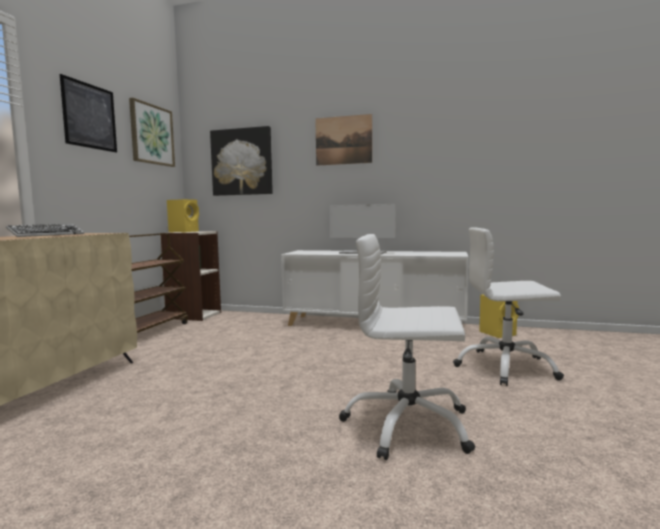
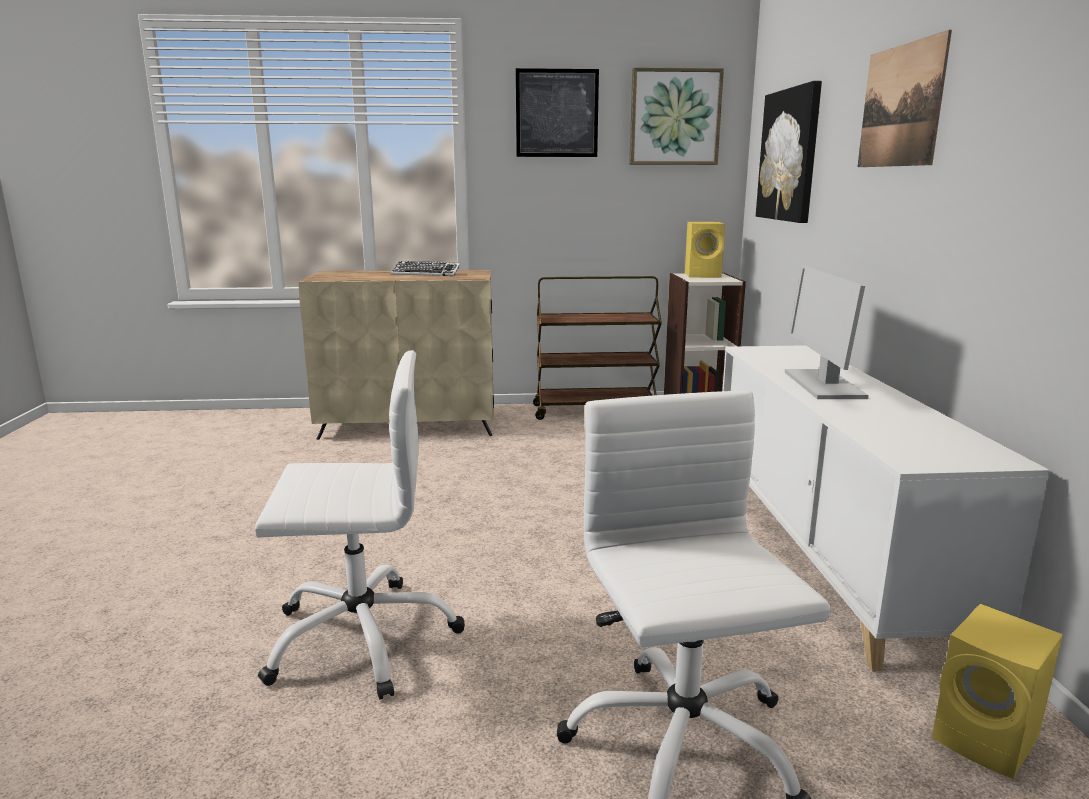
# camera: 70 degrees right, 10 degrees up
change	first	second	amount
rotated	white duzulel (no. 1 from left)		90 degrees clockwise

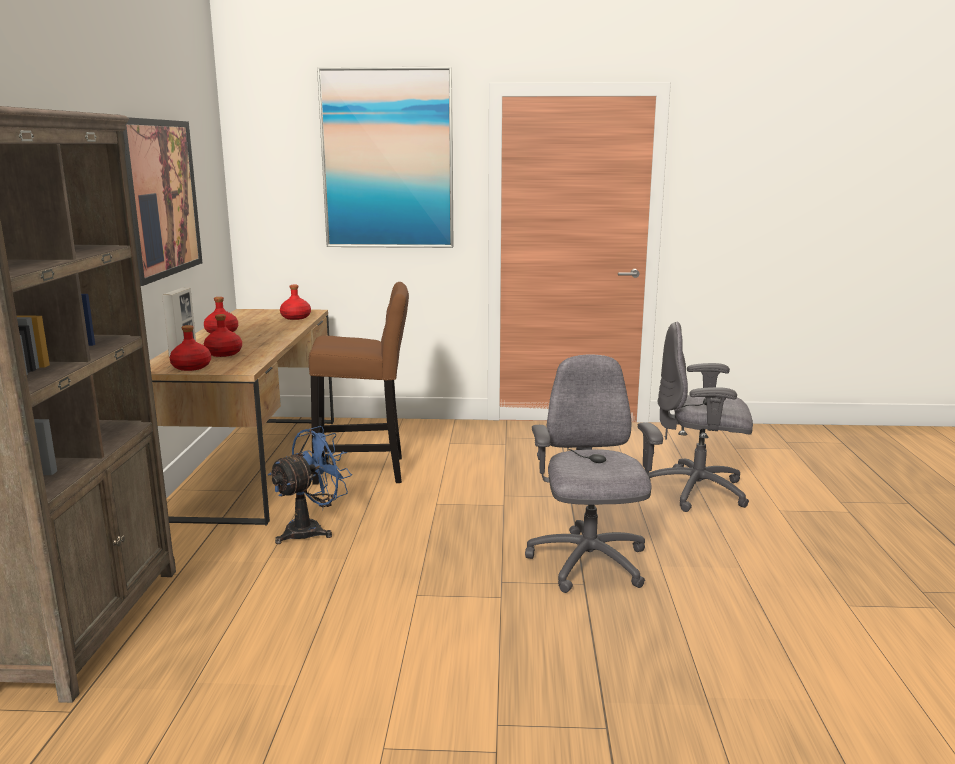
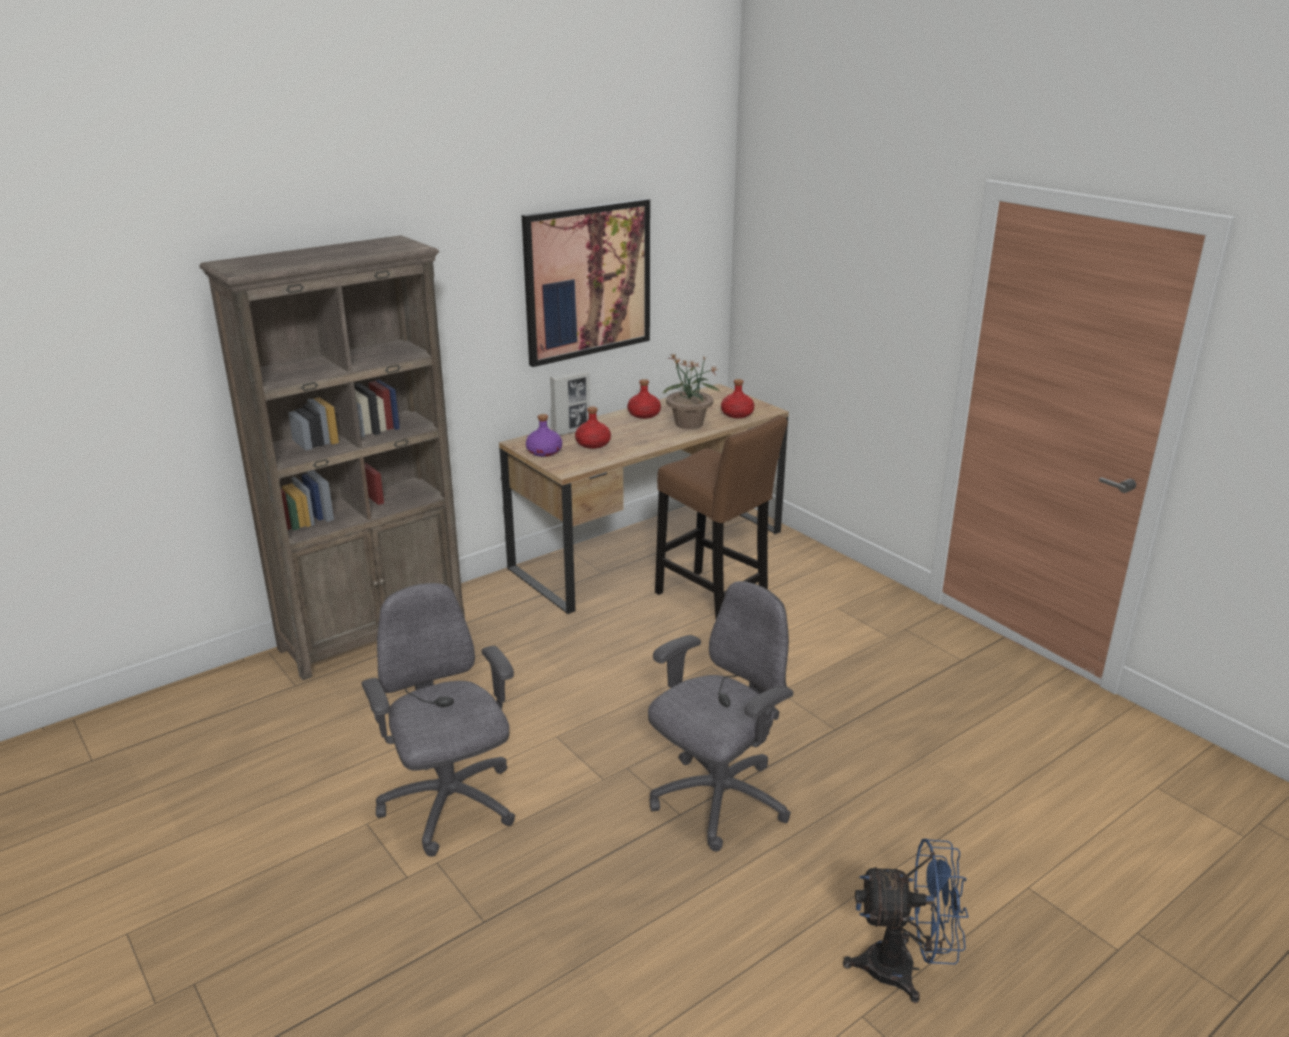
# camera: 50 degrees right, 10 degrees up
change	first	second	amount
gone	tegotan (no. 2 from left)		
new		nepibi	
shifted	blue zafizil		
shifted	grey duzulel (no. 2 from left in the first image)	grey duzulel (no. 1 from left)	
repainted	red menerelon (no. 1 from left)	purple menerelon	

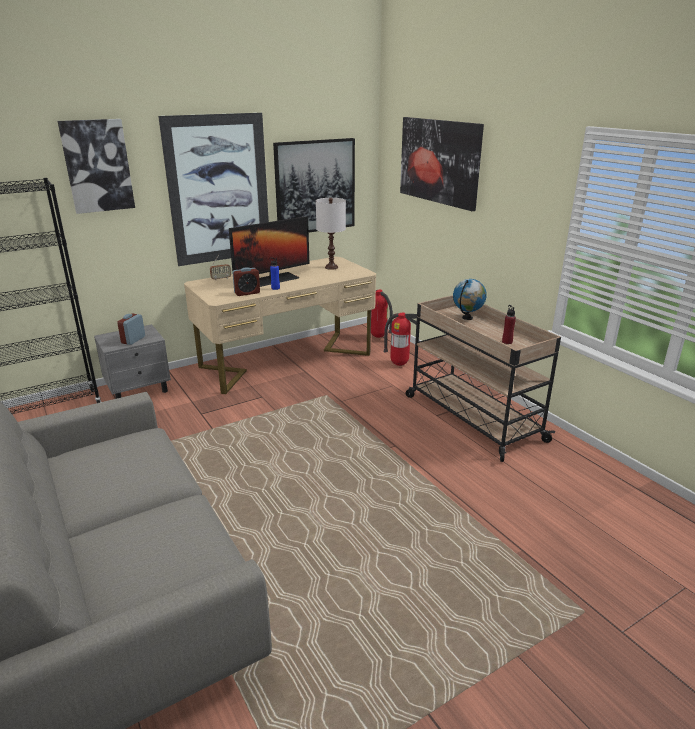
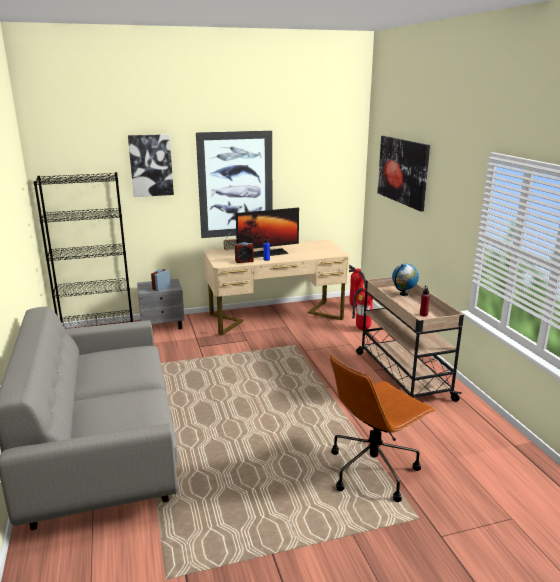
# camera: 15 degrees right, 5 degrees down
change	first	second	amount
gone	tegotan (no. 3 from left)		
gone	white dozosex		
new		brown duzulel	

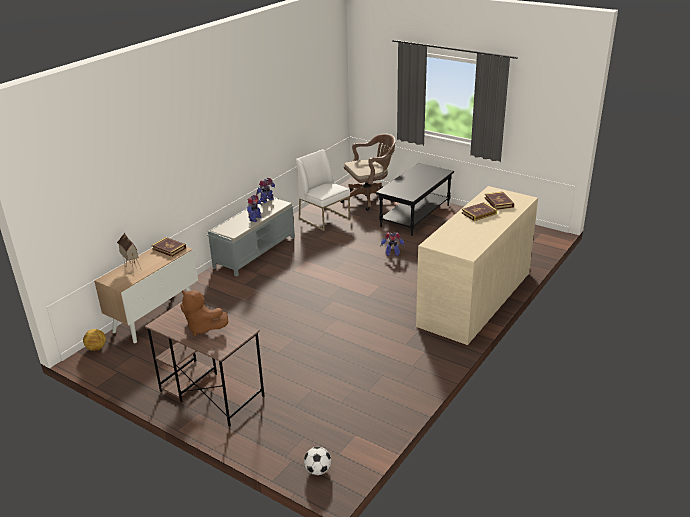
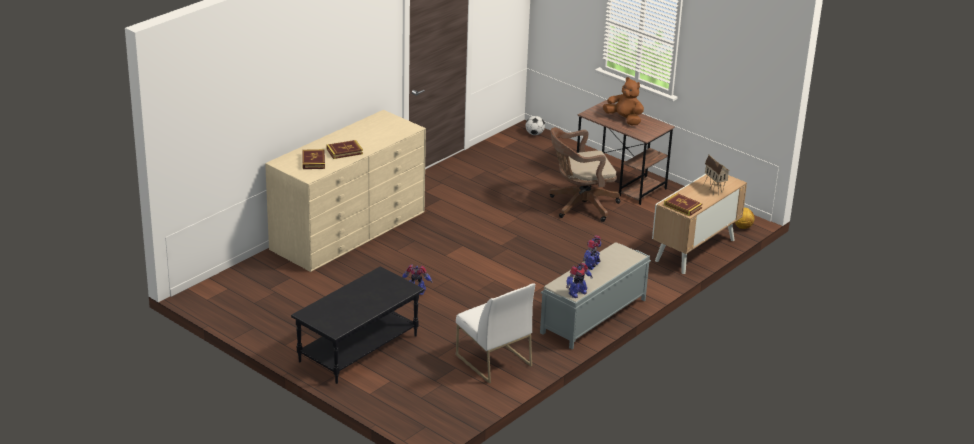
# camera: 175 degrees left, 0 degrees up
change	first	second	amount
shifted	brown duzulel		

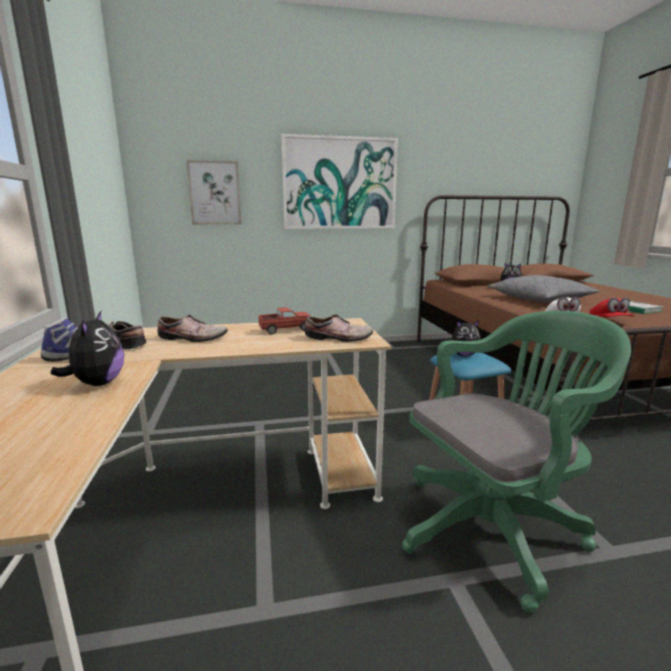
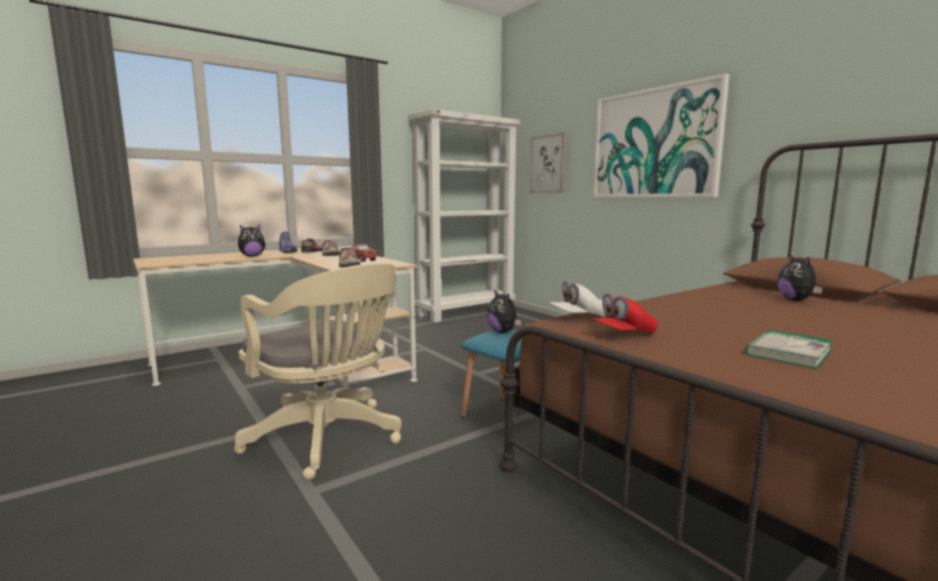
# camera: 65 degrees right, 5 degrees down
change	first	second	amount
gone	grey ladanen		
new		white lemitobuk	
repainted	green duzulel	beige duzulel	

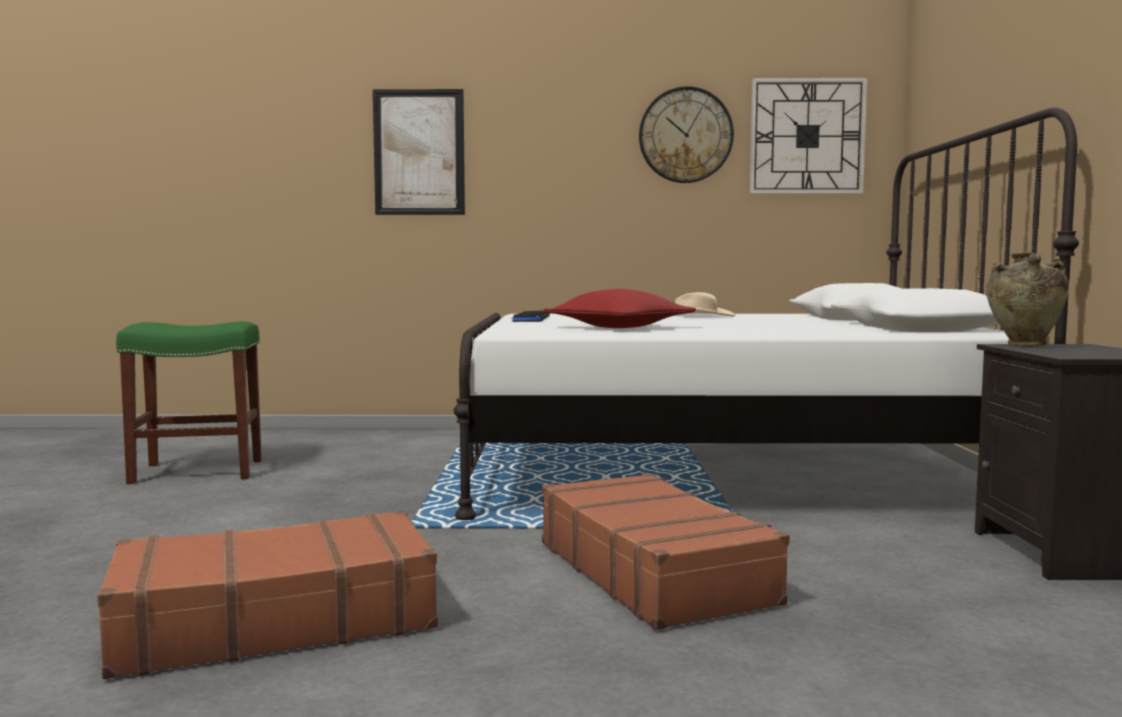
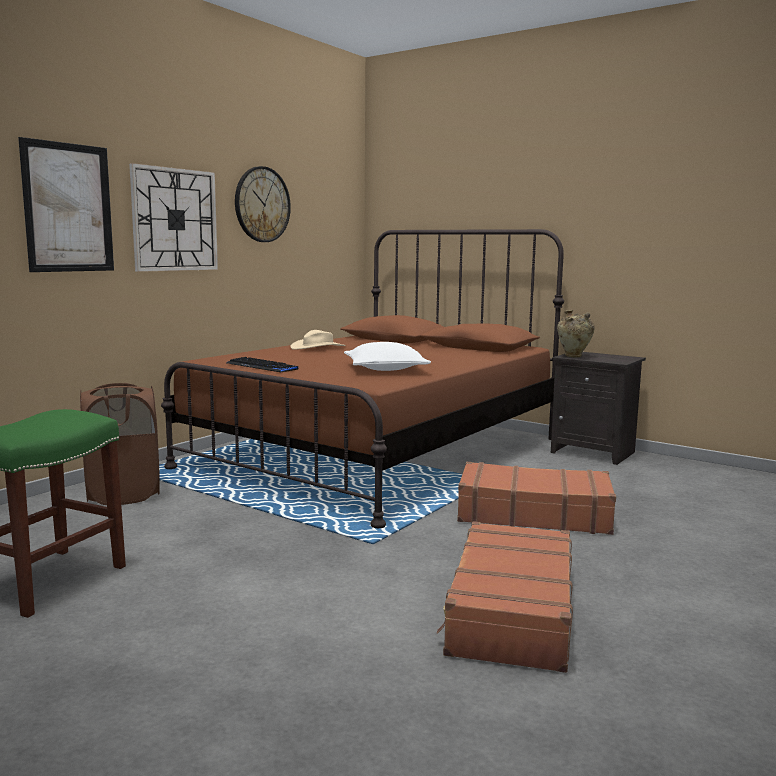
# camera: 55 degrees left, 5 degrees up
change	first	second	amount
new		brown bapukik	
shifted	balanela (no. 2 from left in the first image)	balanela (no. 1 from left)	
repainted	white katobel	brown katobel	
repainted	red ladanen	white ladanen	

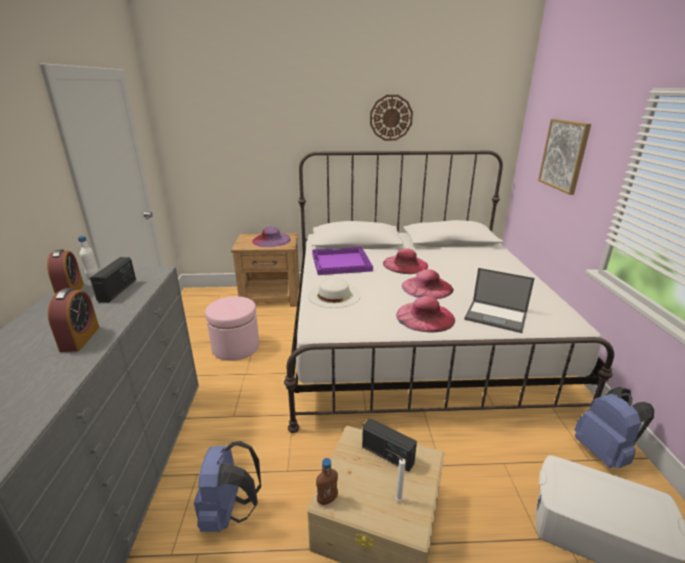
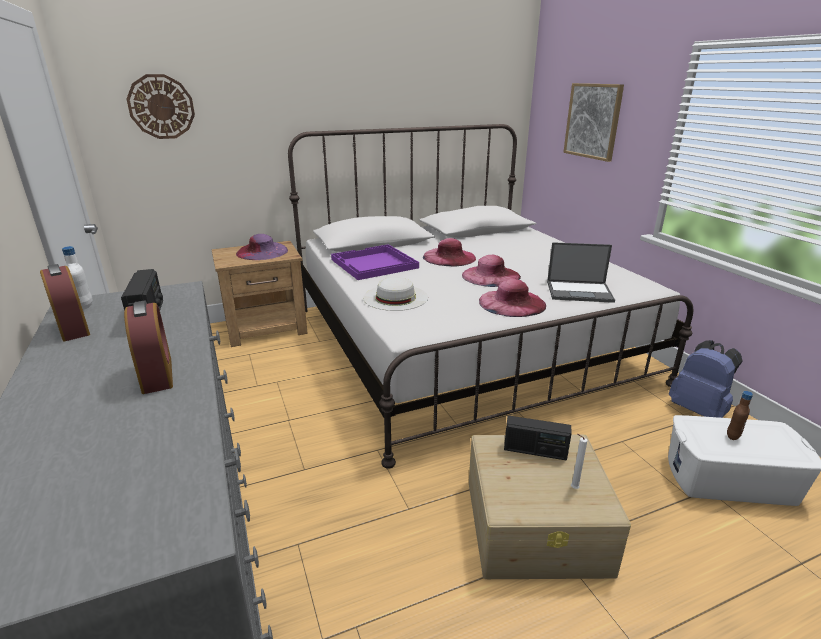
# camera: 20 degrees left, 0 degrees up
change	first	second	amount
gone	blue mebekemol (no. 1 from left)		
gone	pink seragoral		
shifted	brown menerelon		
shifted	balanela		

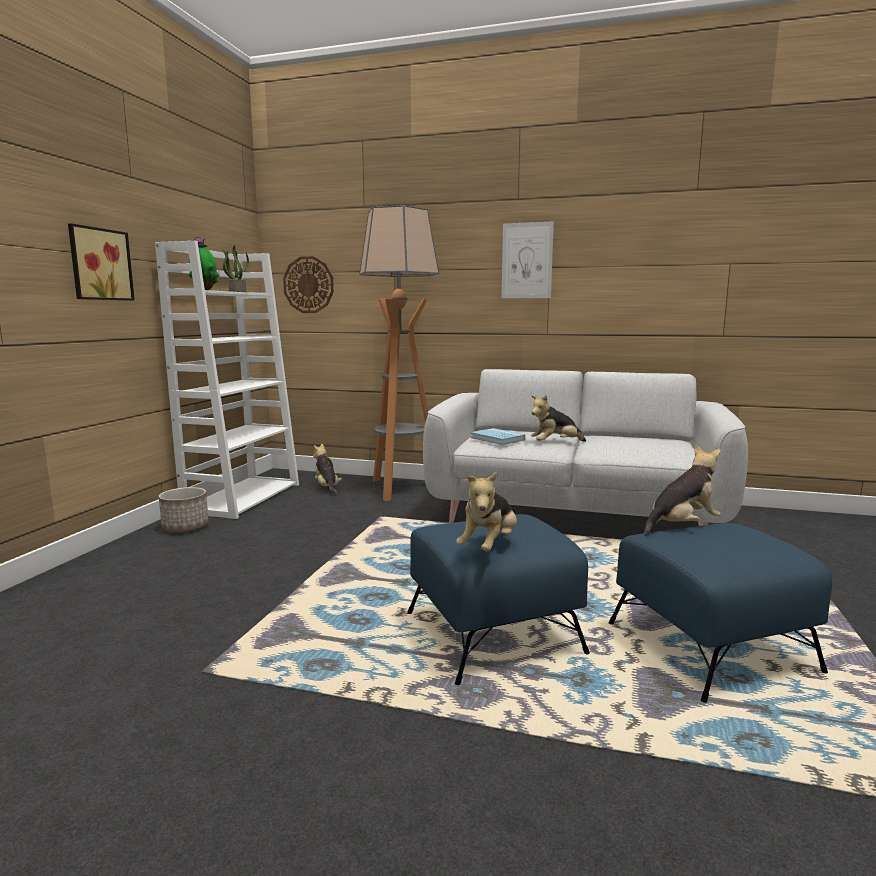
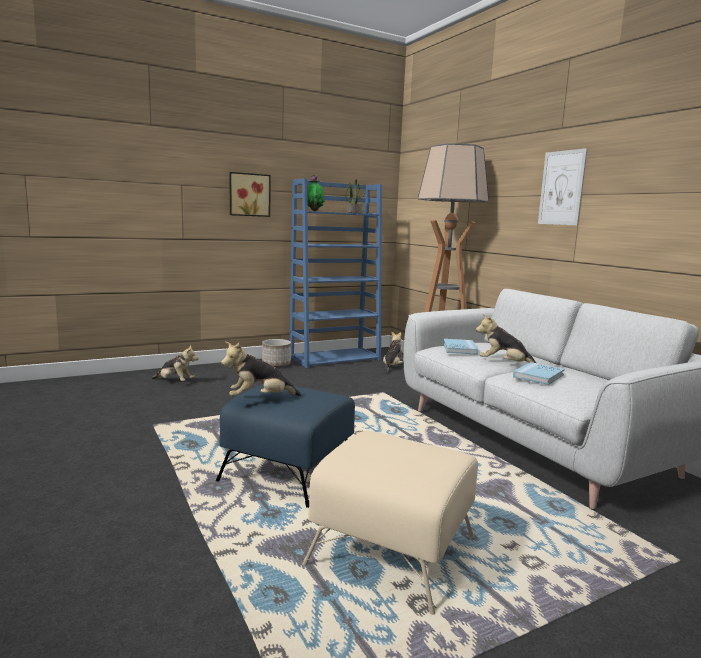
# camera: 45 degrees right, 0 degrees up
change	first	second	amount
gone	balanela		
new		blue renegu (no. 2 from left)	
shifted	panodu (no. 4 from left in the first image)	panodu (no. 1 from left)	
repainted	white lemitobuk	blue lemitobuk	
repainted	blue seragoral (no. 2 from left)	beige seragoral	

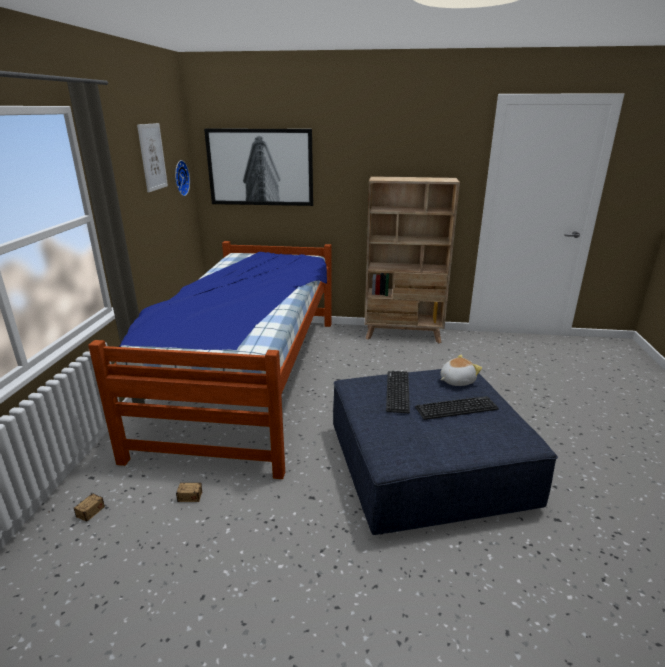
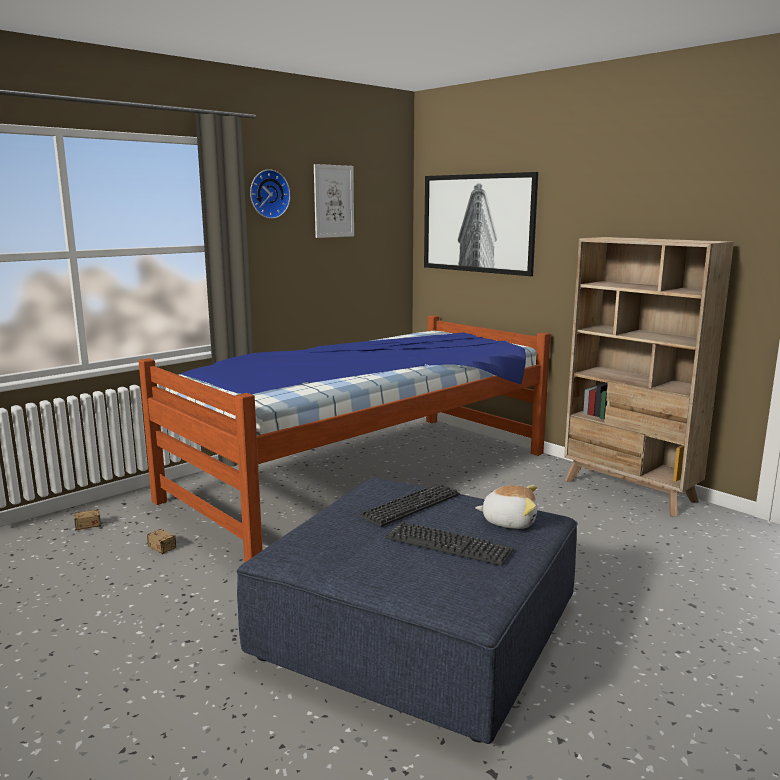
# camera: 40 degrees right, 10 degrees down
change	first	second	amount
shifted	balanela		

